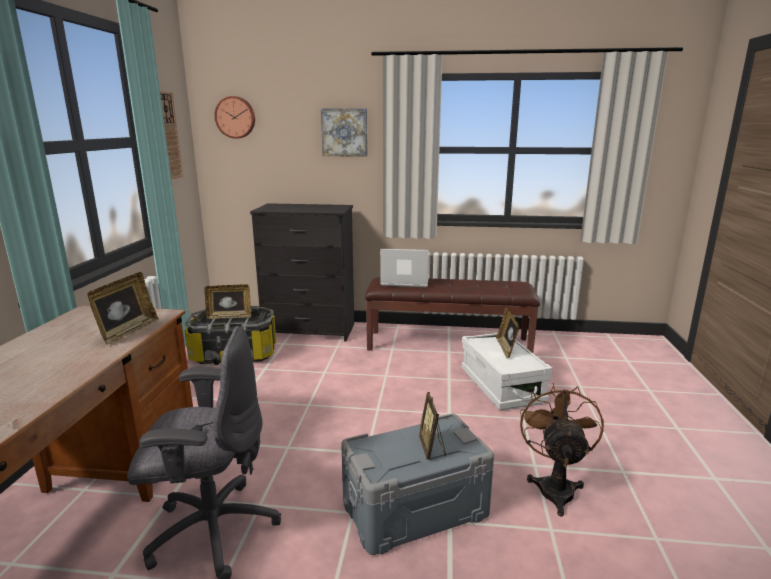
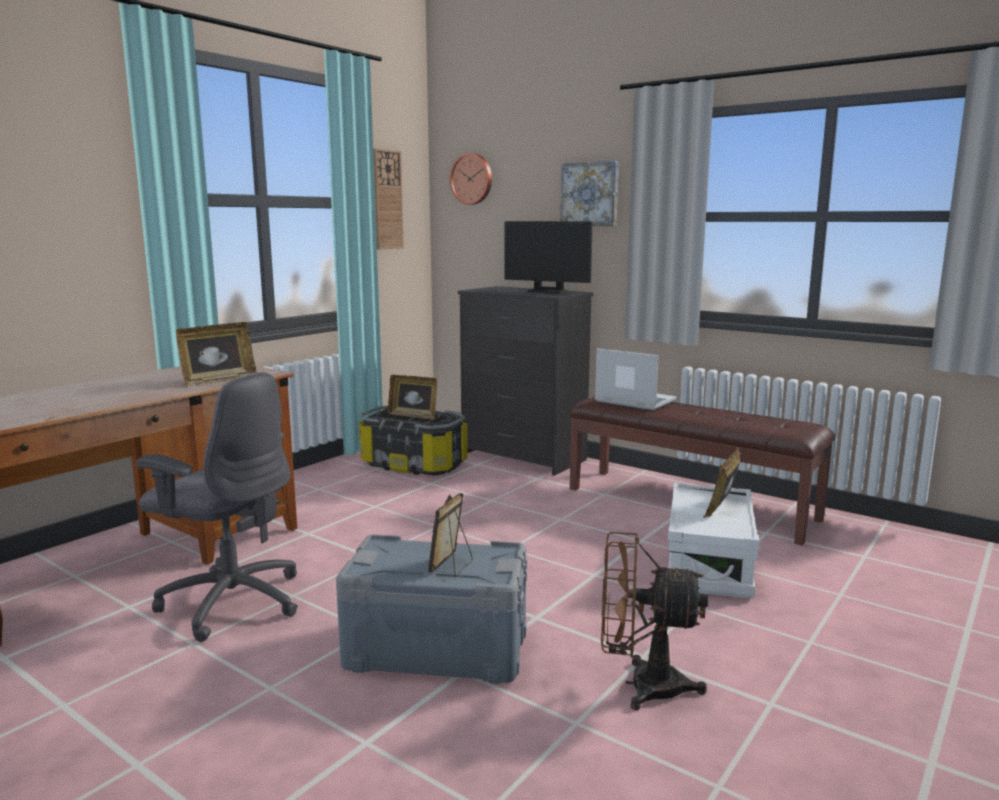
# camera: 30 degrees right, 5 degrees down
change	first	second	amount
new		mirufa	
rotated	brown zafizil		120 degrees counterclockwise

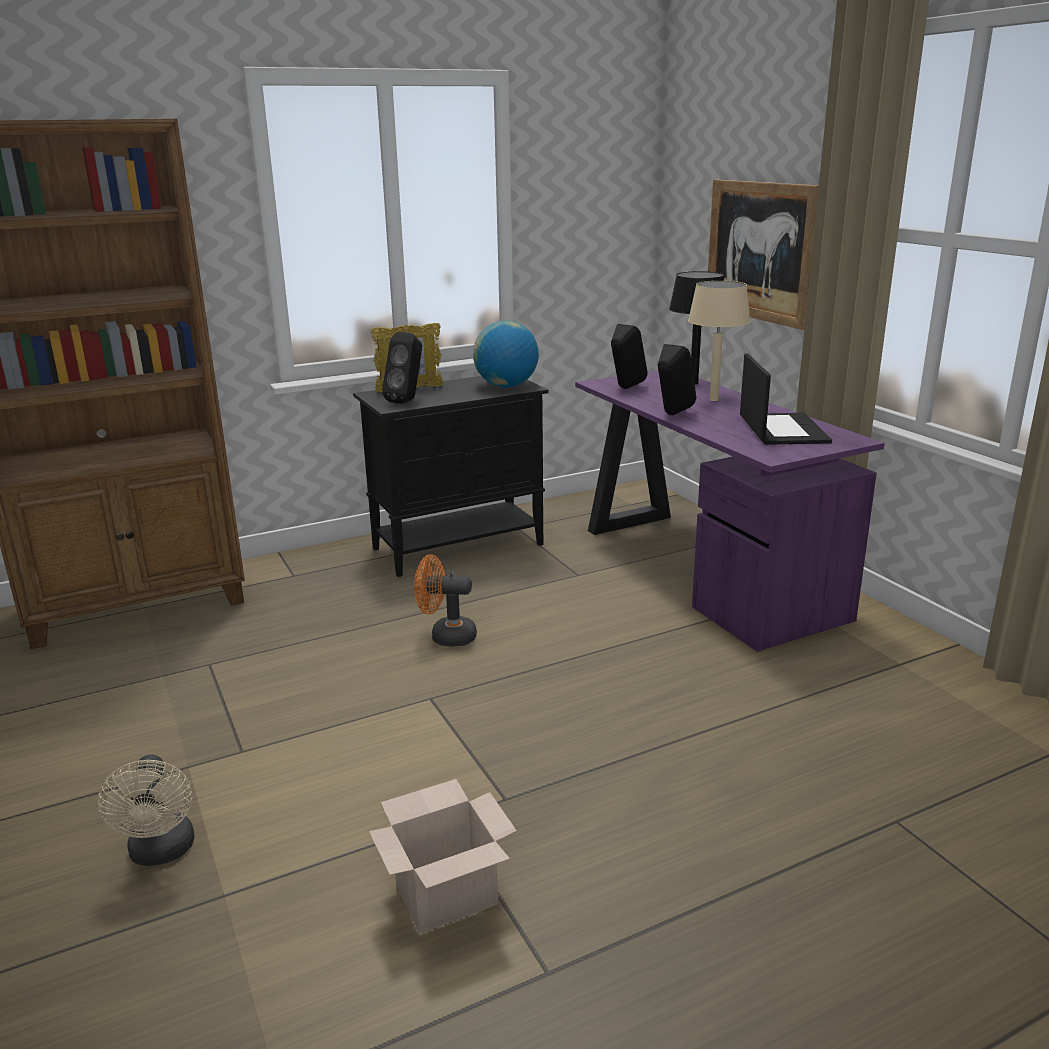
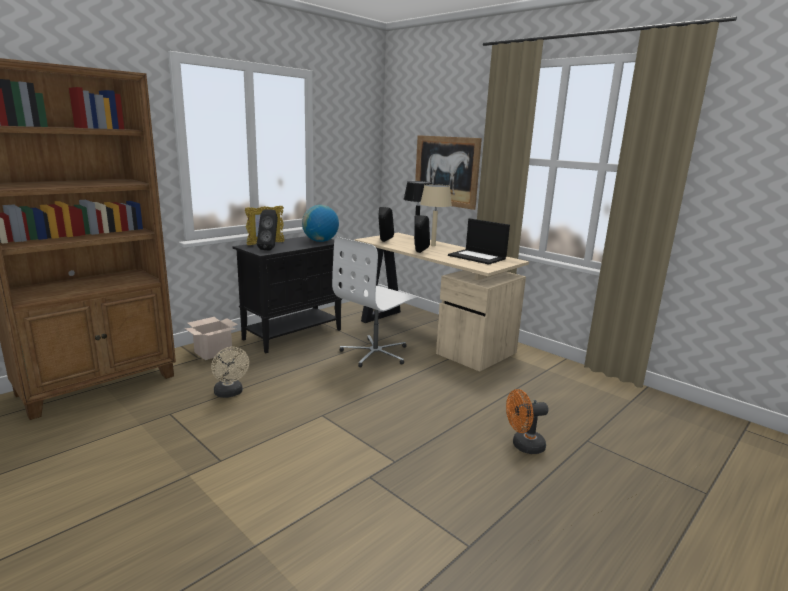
# camera: 20 degrees left, 5 degrees down
change	first	second	amount
new		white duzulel	
shifted	beige zafizil		
shifted	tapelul		
shifted	orange zafizil		
repainted	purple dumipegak	beige dumipegak	
rotated	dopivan		150 degrees clockwise

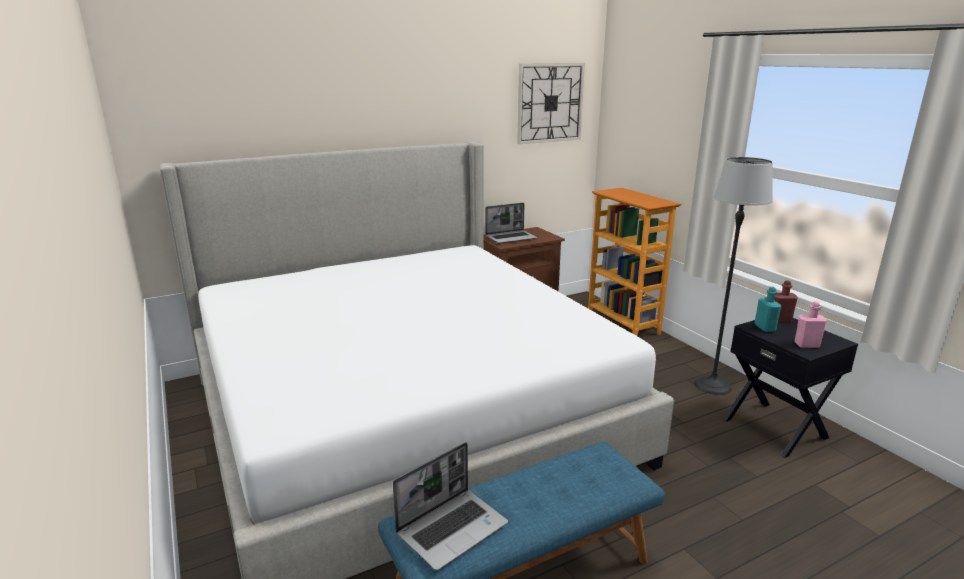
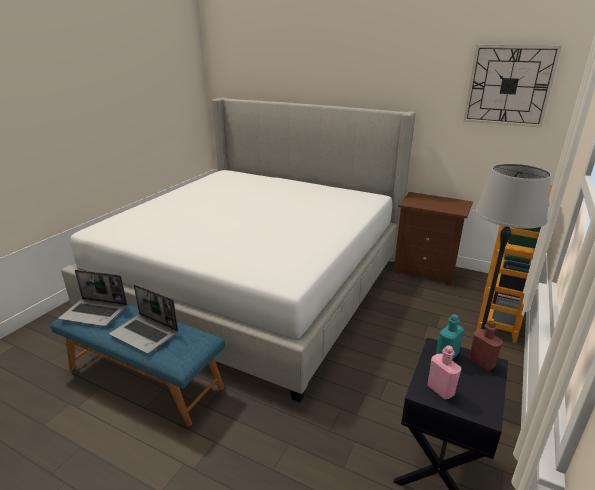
# camera: 55 degrees right, 5 degrees up
change	first	second	amount
shifted	dopivan (no. 2 from left)		

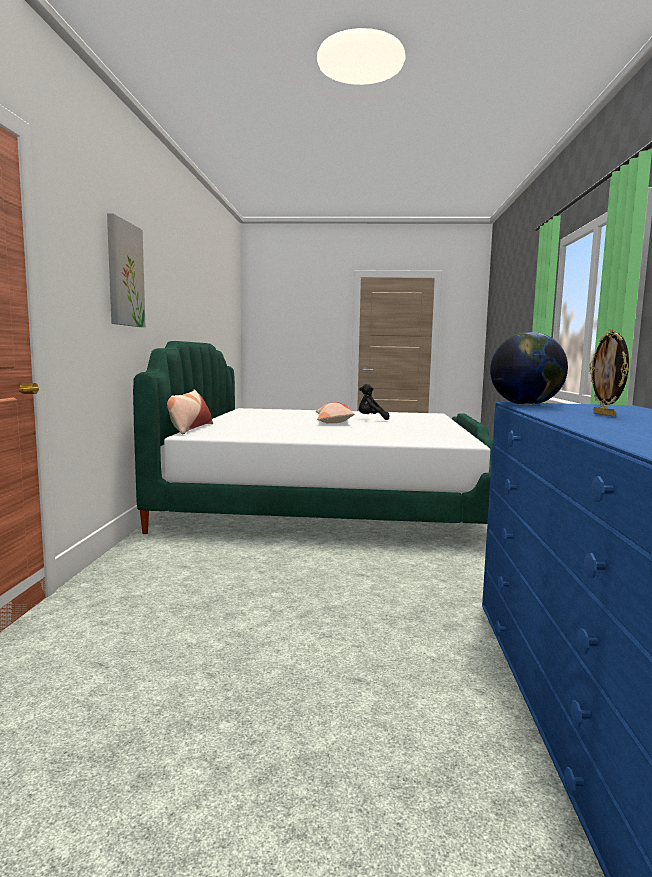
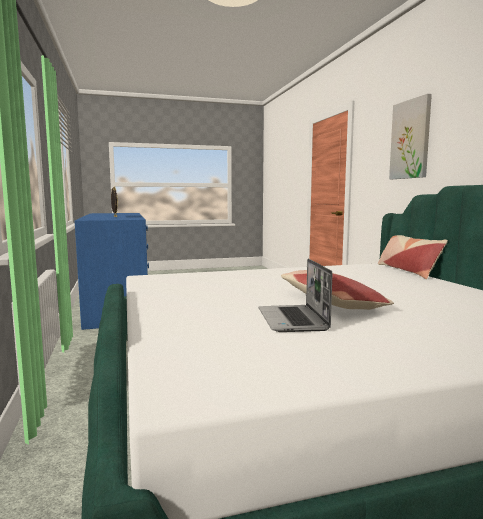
# camera: 160 degrees right, 0 degrees up
change	first	second	amount
gone	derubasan		
swapped	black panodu	dopivan	

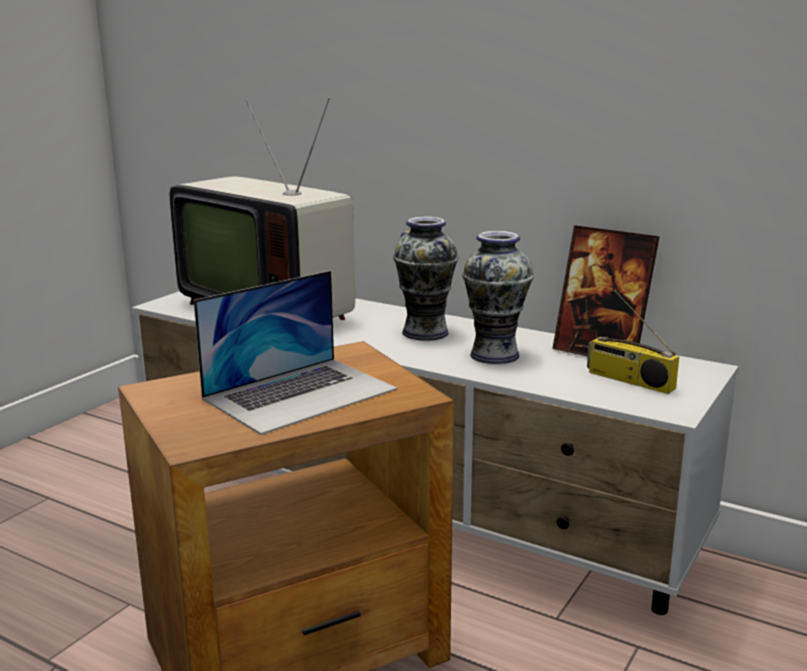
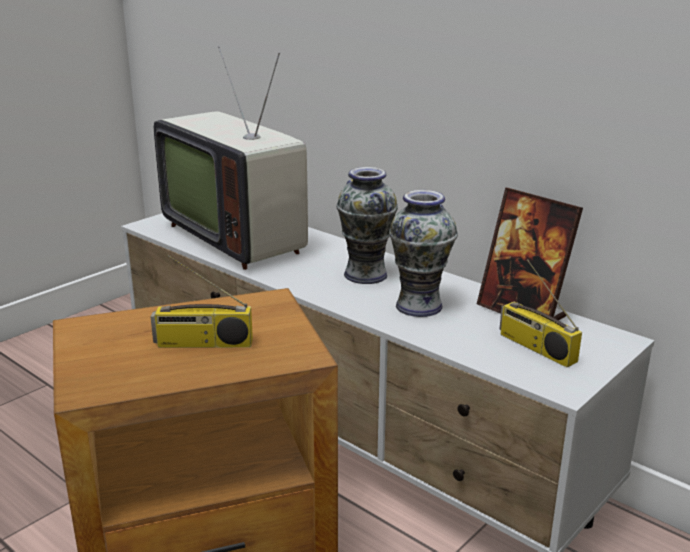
# camera: 10 degrees right, 5 degrees up
change	first	second	amount
swapped	dopivan	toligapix (no. 1 from left)	

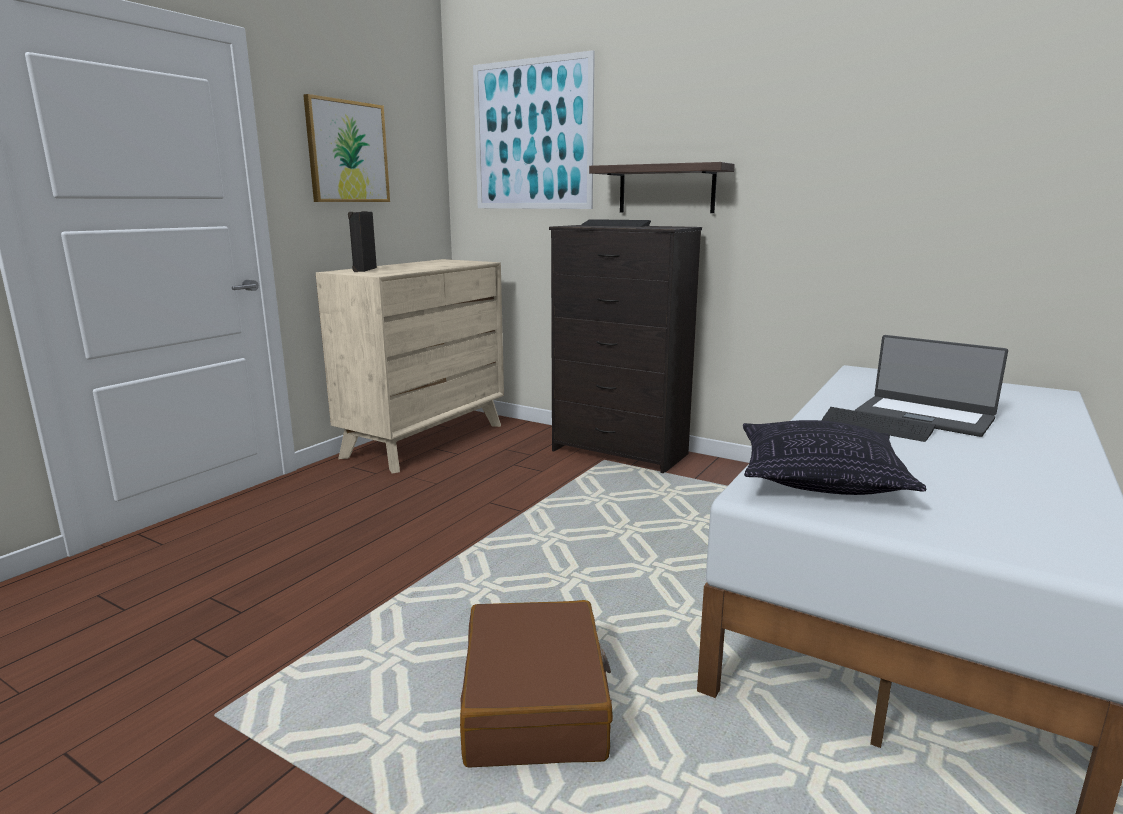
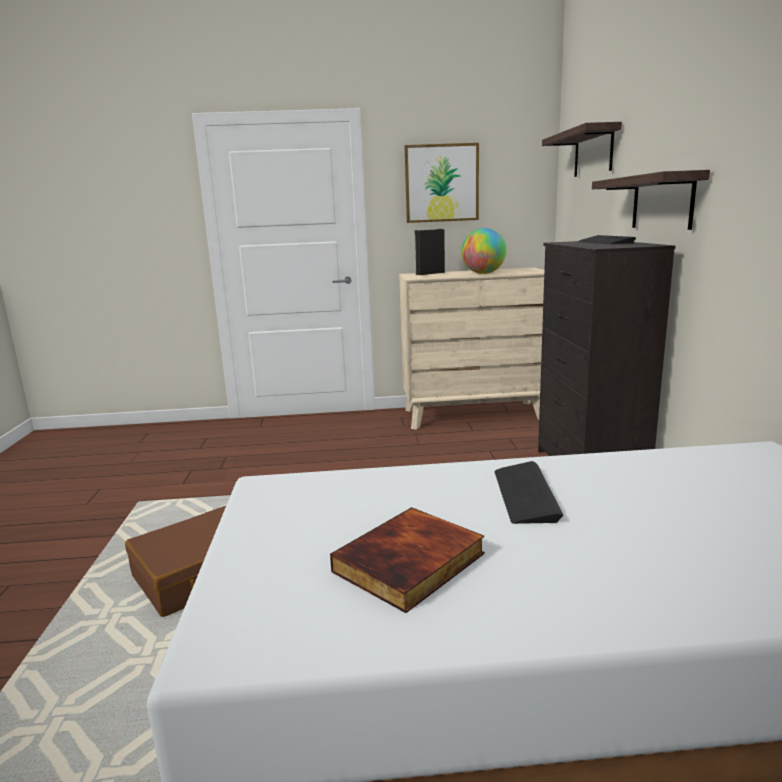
# camera: 55 degrees right, 0 degrees up
change	first	second	amount
gone	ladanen		
gone	dopivan		
new		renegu	
new		derubasan	
swapped	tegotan (no. 2 from left)	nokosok (no. 1 from left)	

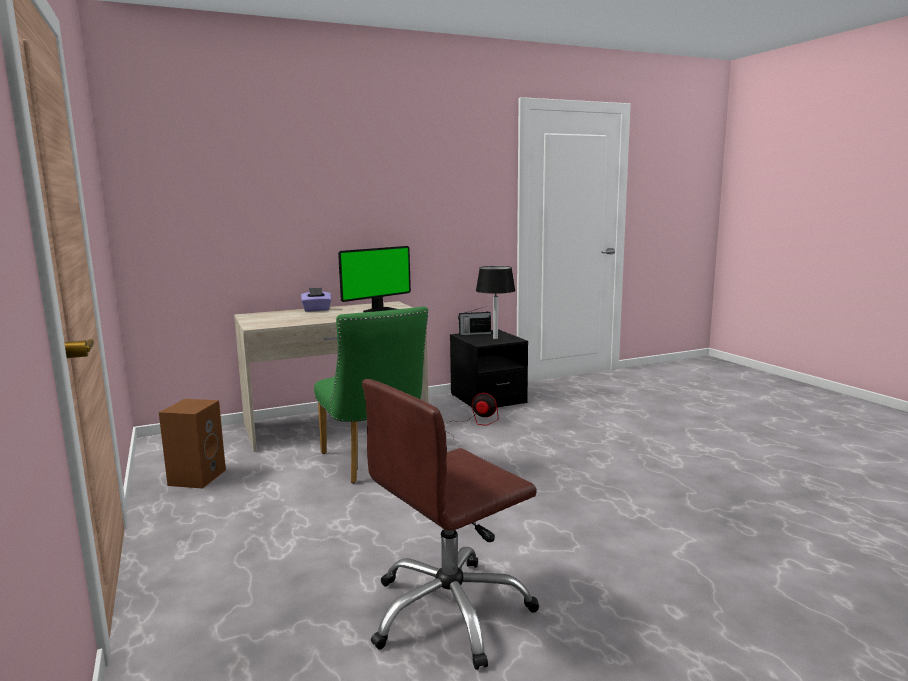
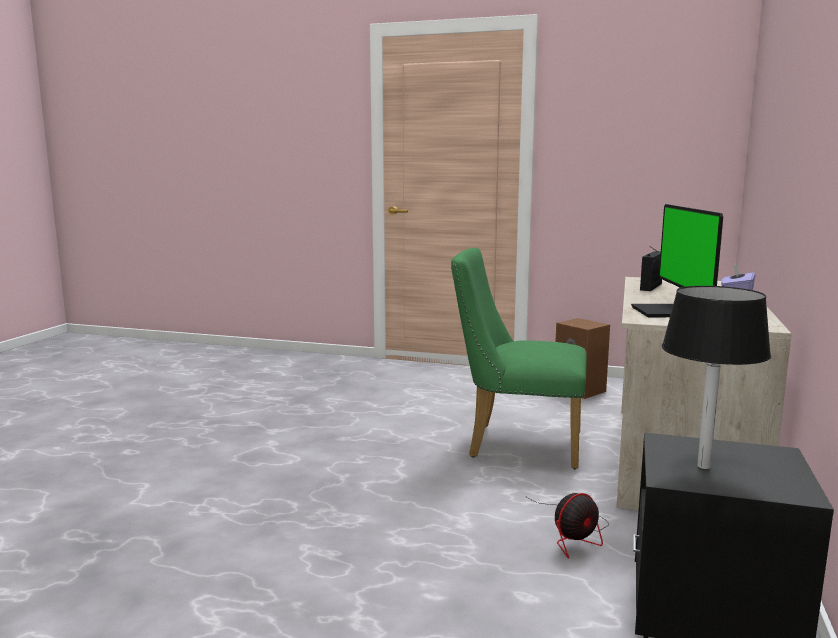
# camera: 130 degrees right, 0 degrees up
change	first	second	amount
gone	brown duzulel		
shifted	toligapix		

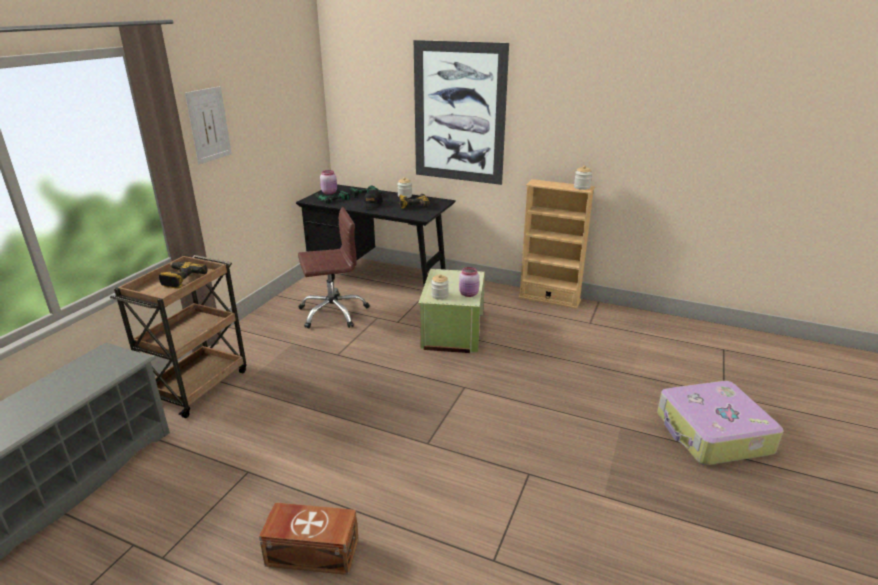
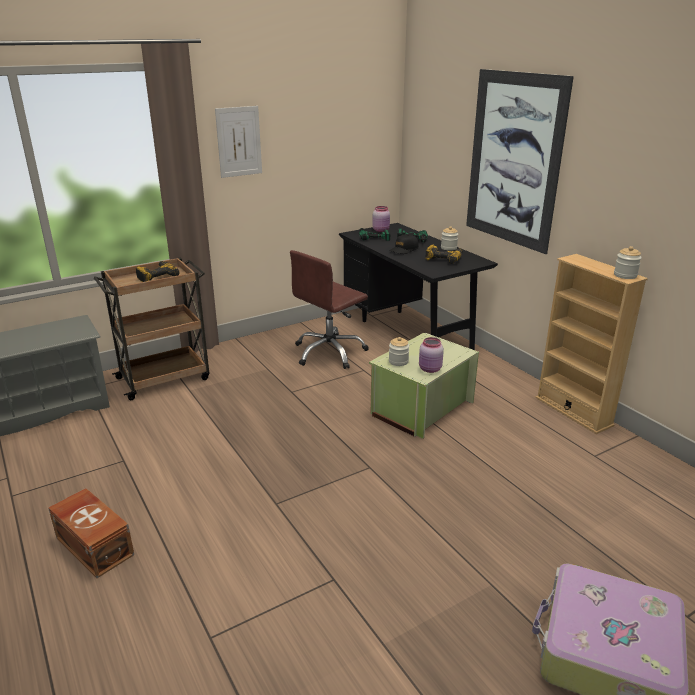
# camera: 35 degrees right, 0 degrees up
change	first	second	amount
rotated	brown duzulel		120 degrees clockwise

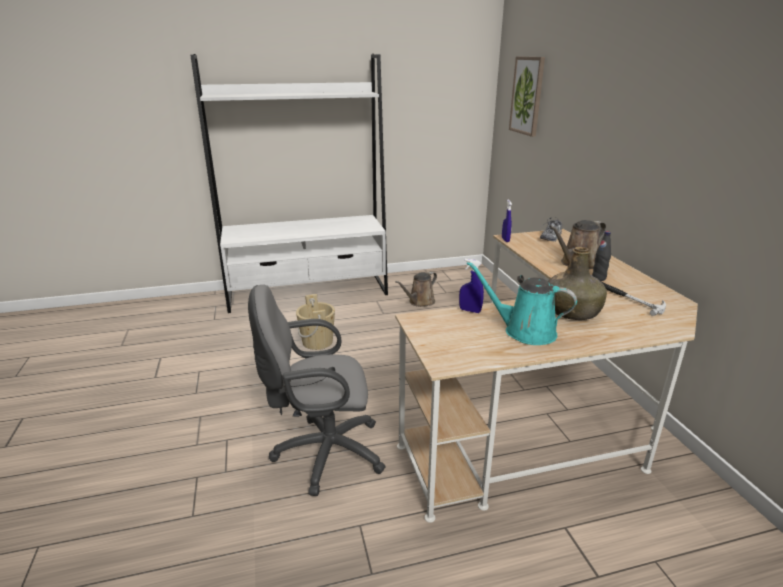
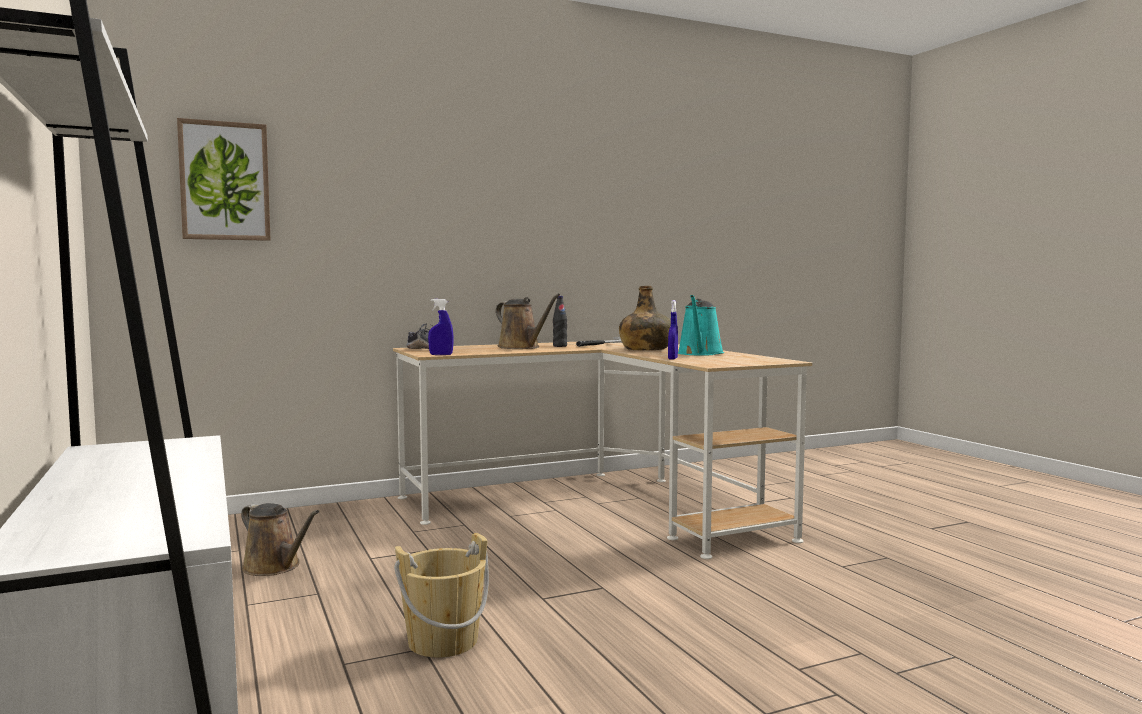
# camera: 100 degrees left, 20 degrees down
change	first	second	amount
gone	grey duzulel		

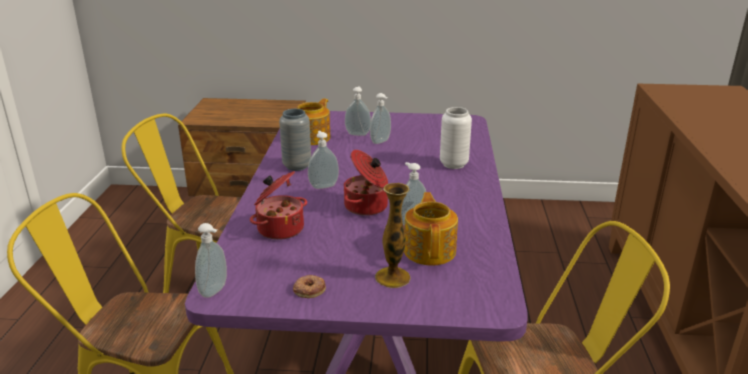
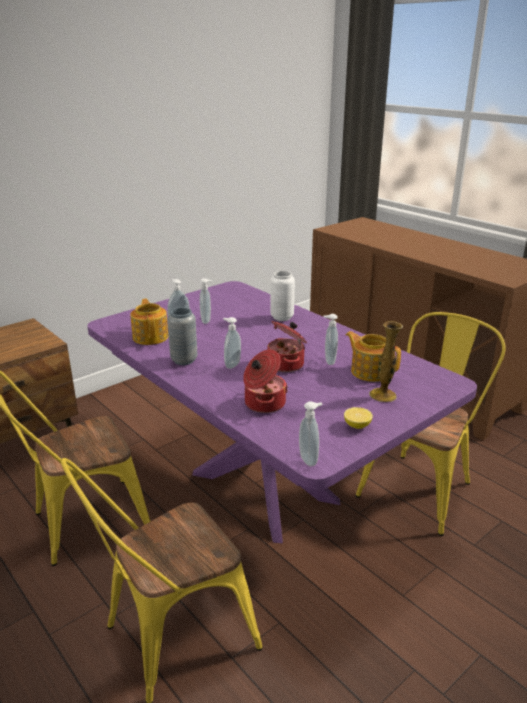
# camera: 45 degrees left, 0 degrees up
change	first	second	amount
swapped	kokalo	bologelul	

